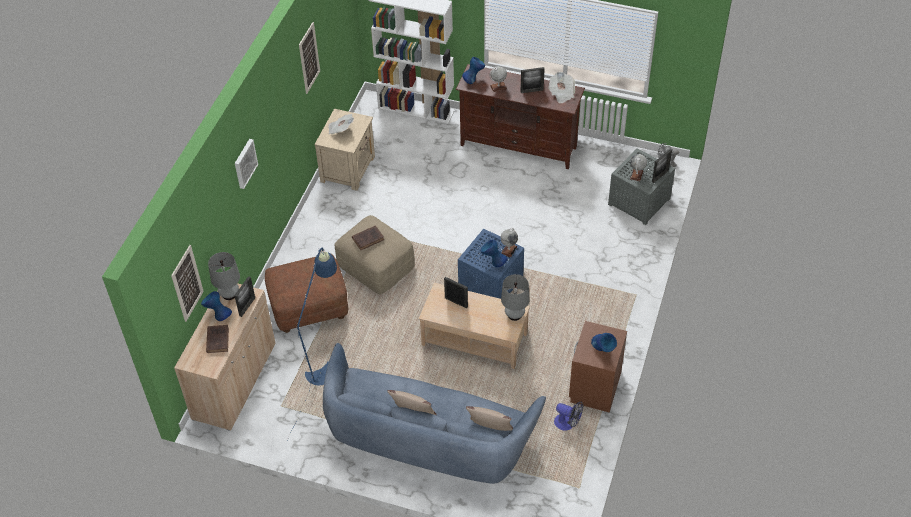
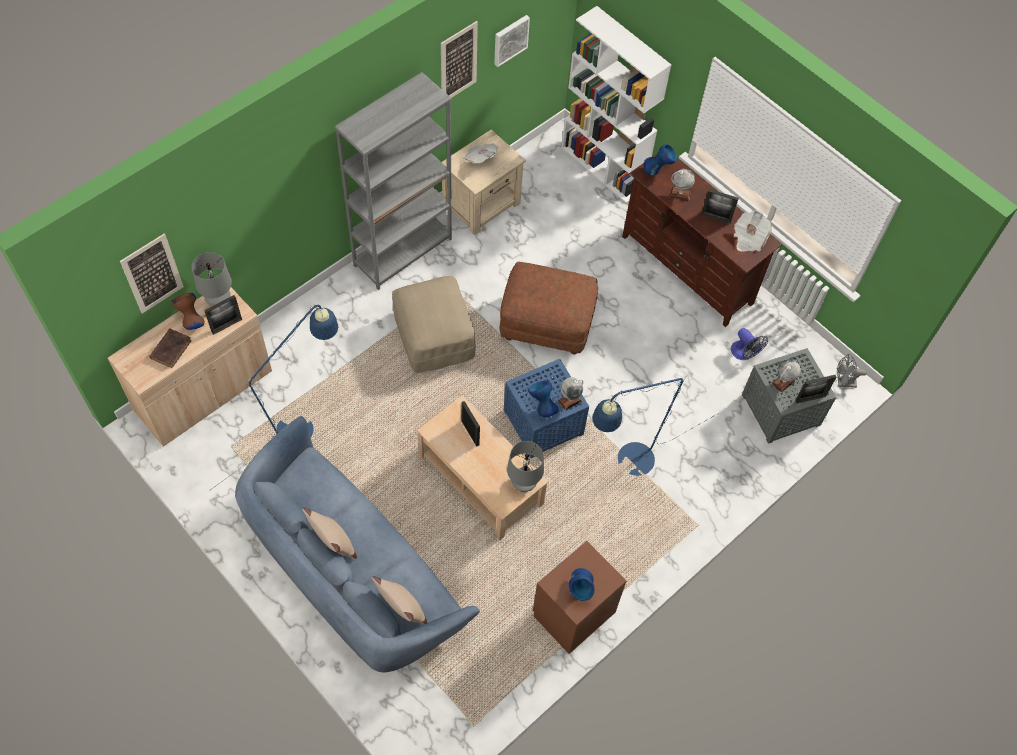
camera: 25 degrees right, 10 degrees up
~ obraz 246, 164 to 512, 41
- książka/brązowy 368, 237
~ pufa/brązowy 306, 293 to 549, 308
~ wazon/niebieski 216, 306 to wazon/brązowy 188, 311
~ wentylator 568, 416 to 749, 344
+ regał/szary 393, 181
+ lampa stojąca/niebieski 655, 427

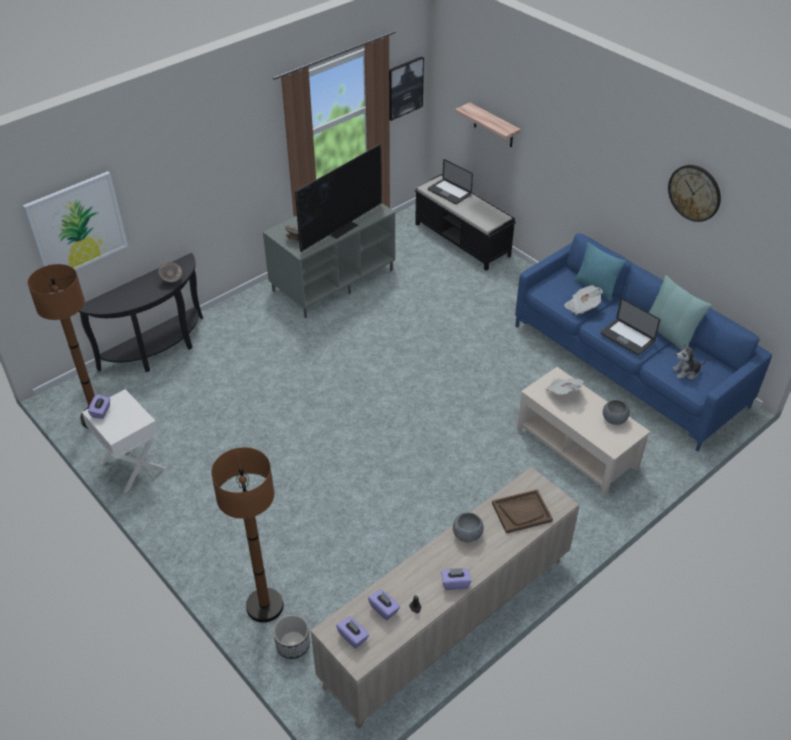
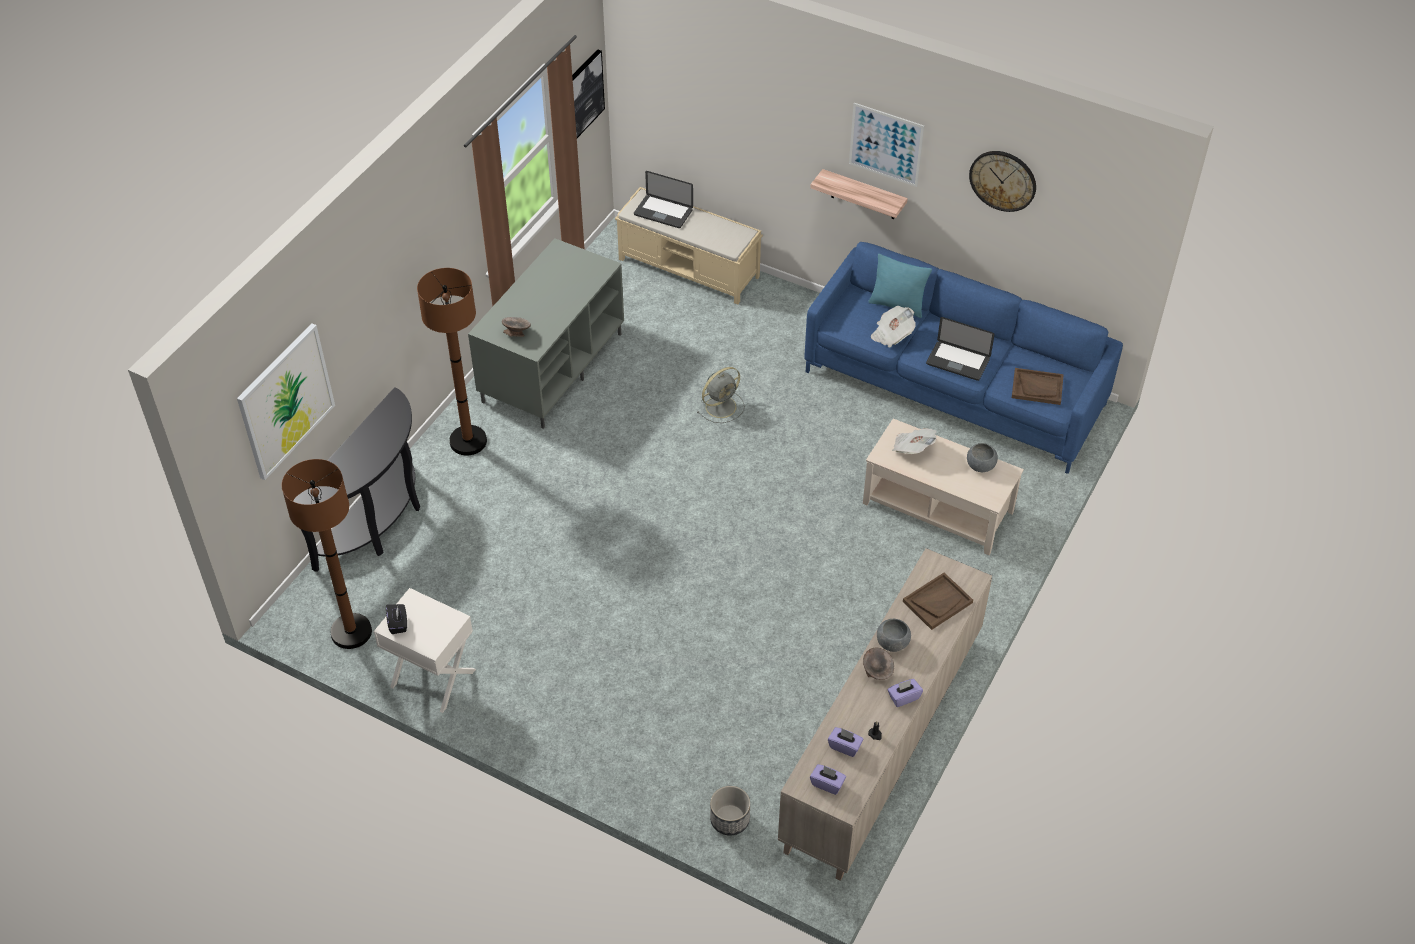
camera: 20 degrees left, 5 degrees up
~ półka 487, 125 to 859, 194
- telewizor 338, 198
~ ławka/czarny 465, 222 to ławka/beżowy 689, 246
~ miska/szary 170, 272 to 878, 663
- poduszka 680, 313
~ pluszak 689, 361 to taca/brązowy 1038, 386
~ pudełko chusteczek/fioletowy 99, 406 to pudełko chusteczek/czarny 396, 619
~ lampa stojąca/brązowy 247, 535 to 452, 361
+ obraz 886, 145
+ wentylator/szary 720, 395

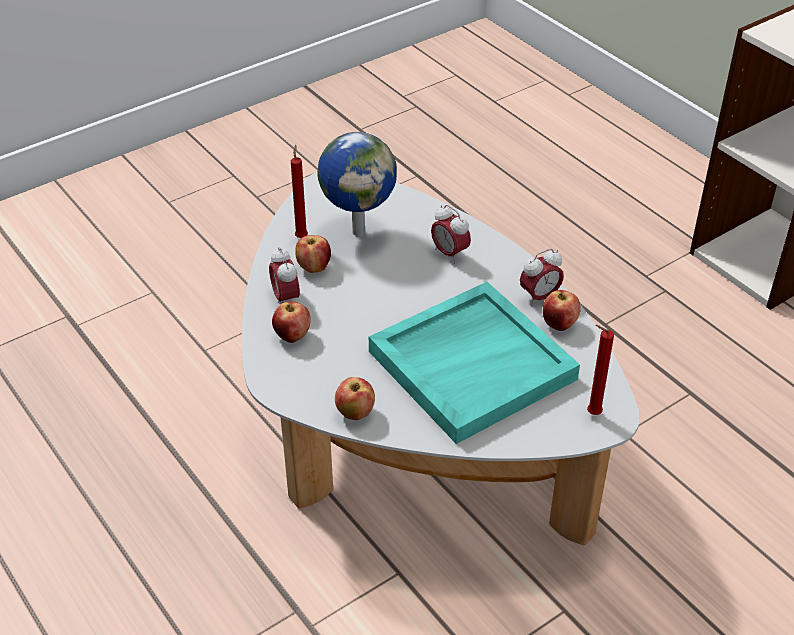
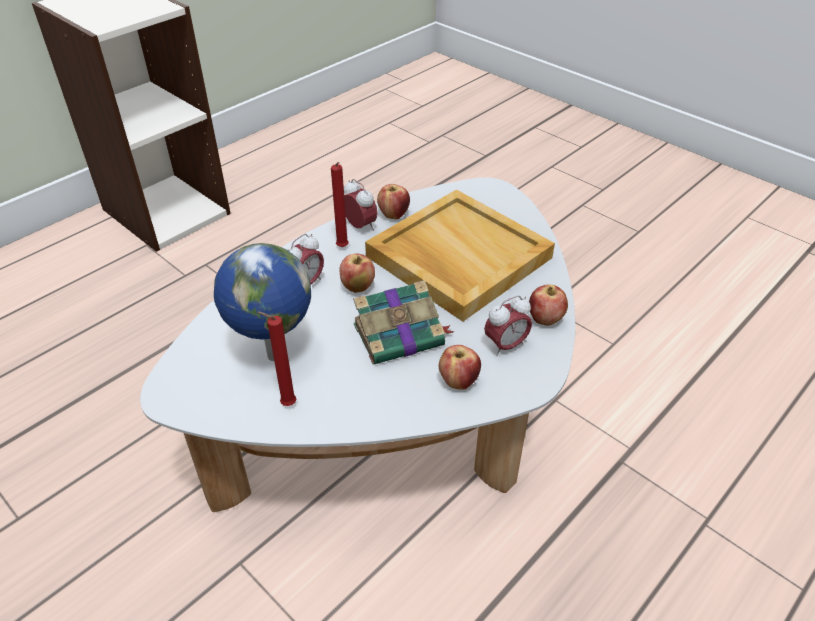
camera: 100 degrees left, 0 degrees up
~ jabłko 313, 254 to 357, 273
~ budzik 284, 275 to 508, 325
~ taca/turkusowy 474, 363 to taca/beżowy 460, 255
~ świeca/czerwony 600, 370 to 340, 204
+ książka 403, 322

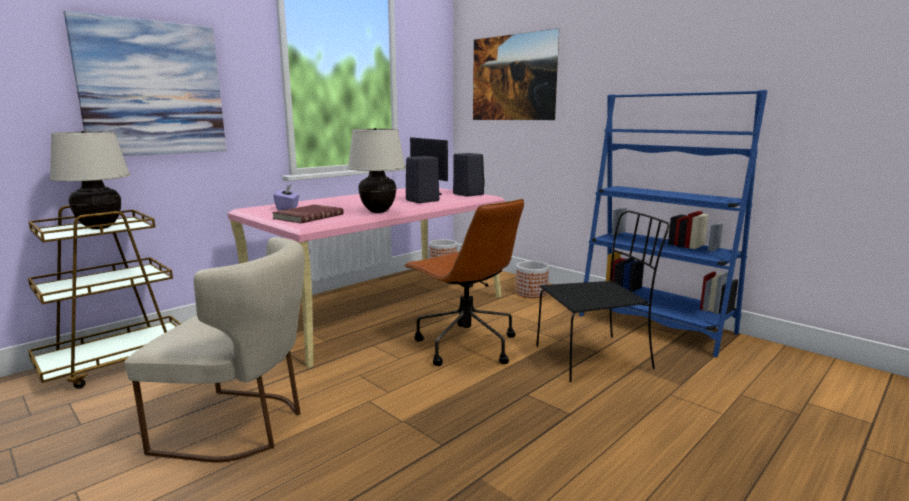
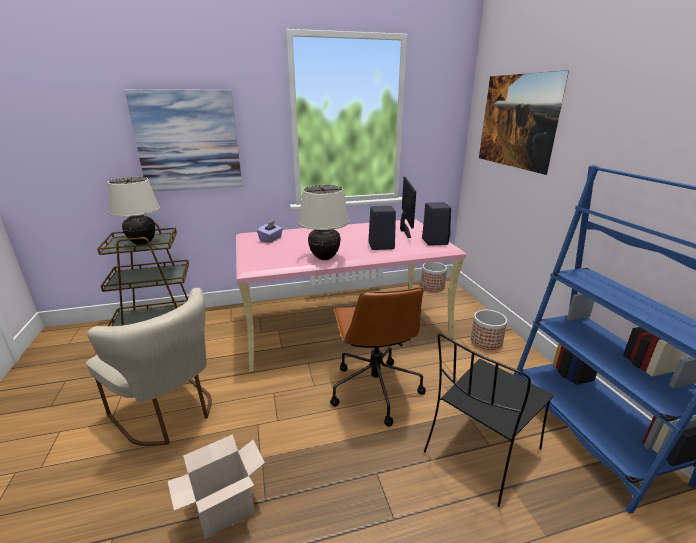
camera: 30 degrees right, 10 degrees up
- książka/czerwony 308, 214
~ krzesło/czarny 602, 296 = 489, 420 120 degrees clockwise
+ karton 216, 486

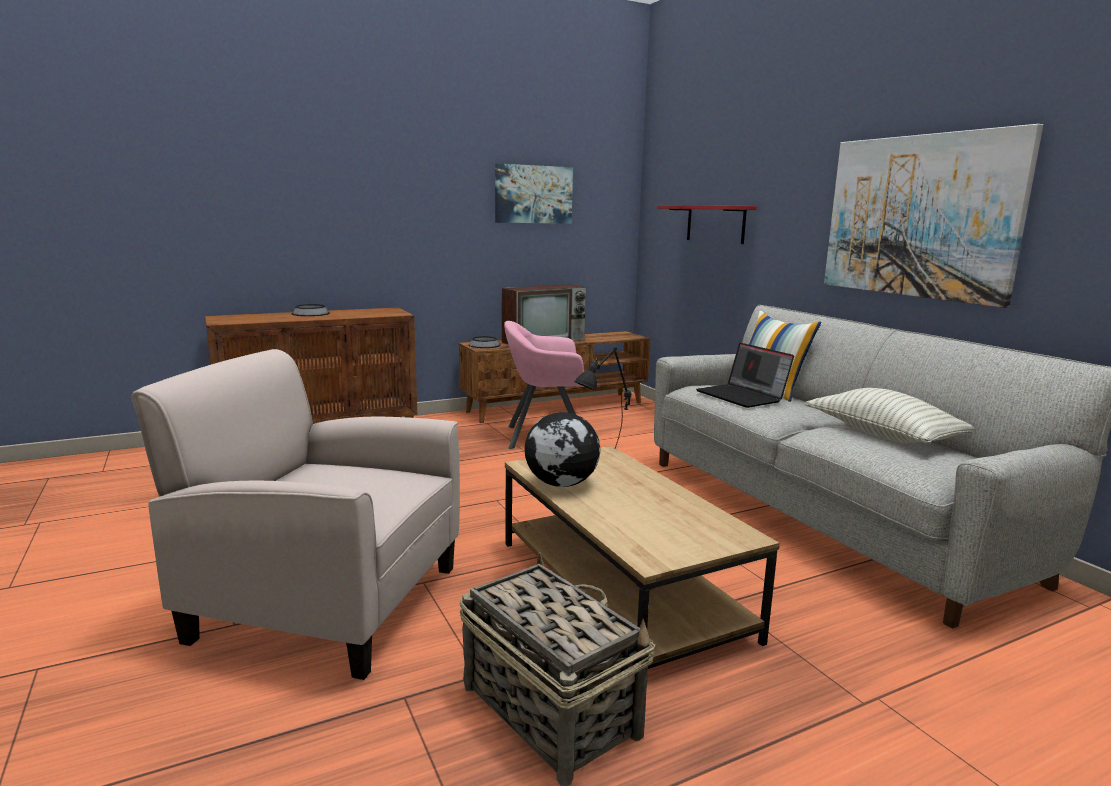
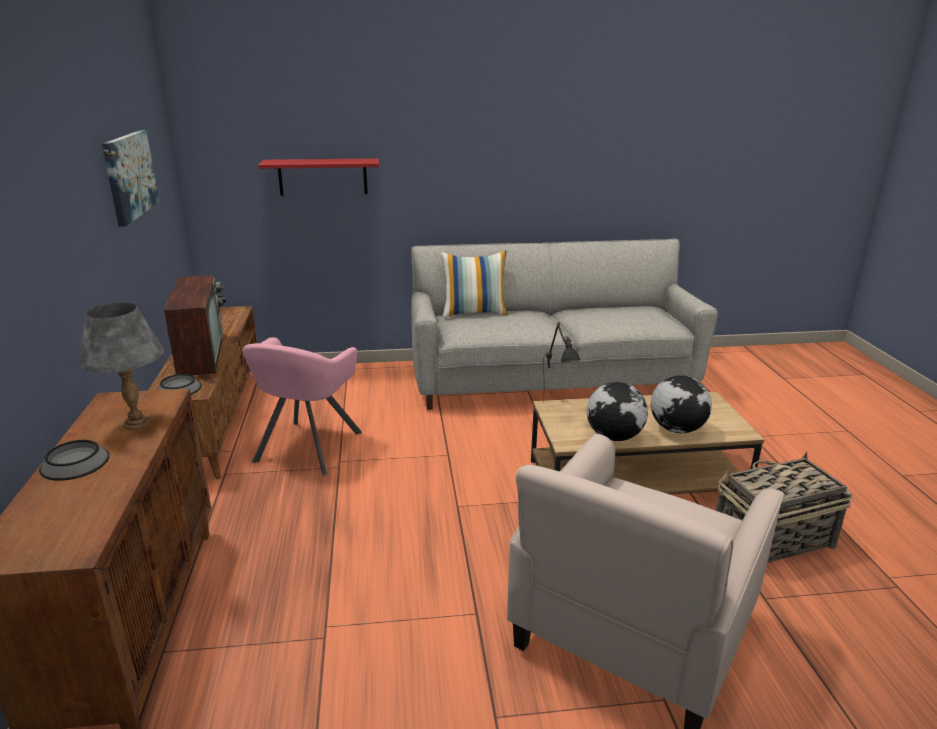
camera: 70 degrees left, 10 degrees up
- obraz 933, 216
- laptop 745, 375
- poduszka 889, 416
+ lampa stołowa/szary 121, 366
+ globus 681, 404

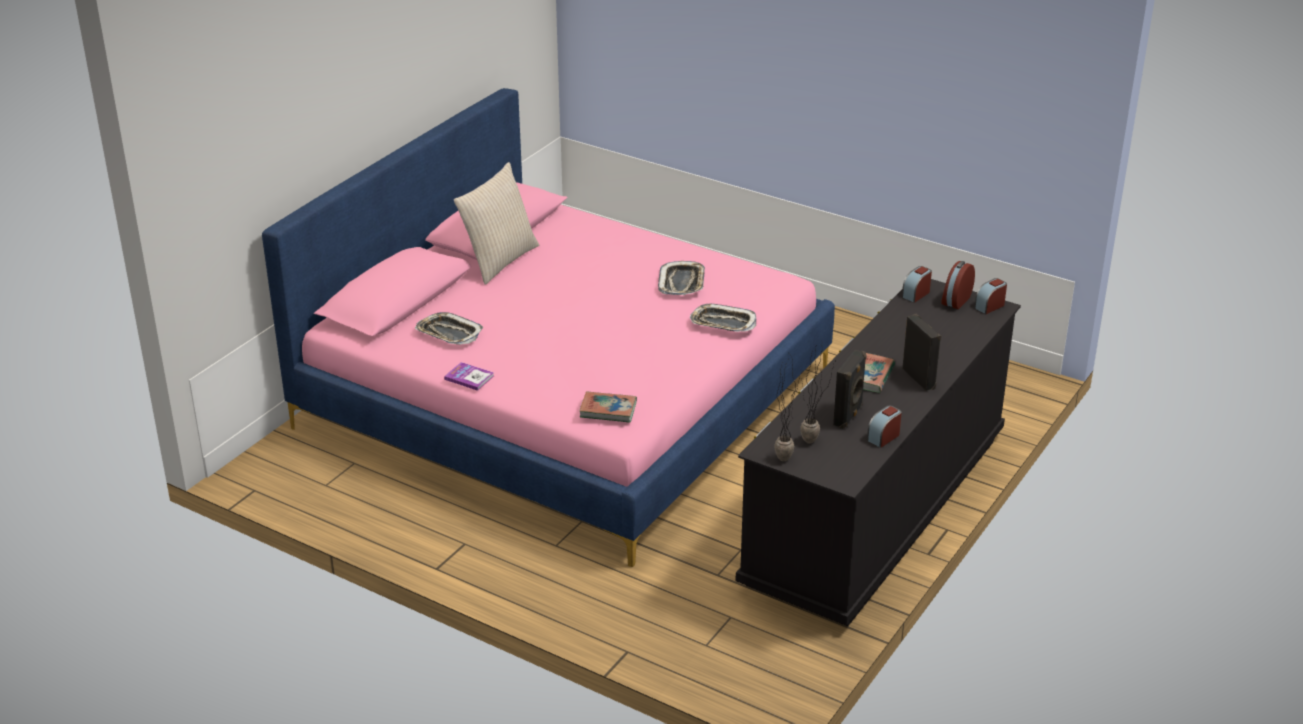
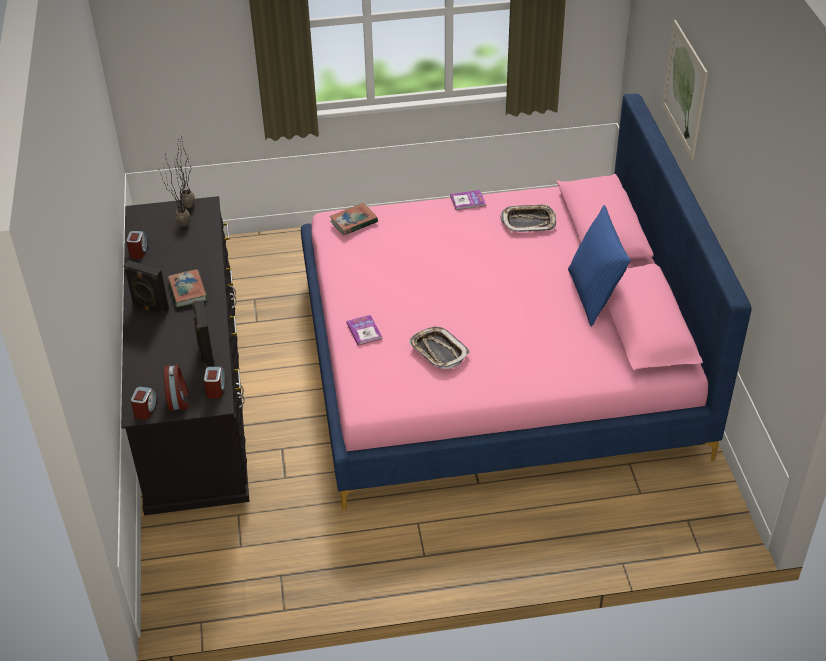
camera: 140 degrees right, 10 degrees up
~ poduszka/beżowy 496, 223 to poduszka/niebieski 599, 266
~ taca 723, 318 to książka 364, 330
~ głośnik/czarny 850, 389 to 203, 334
+ obraz 685, 90

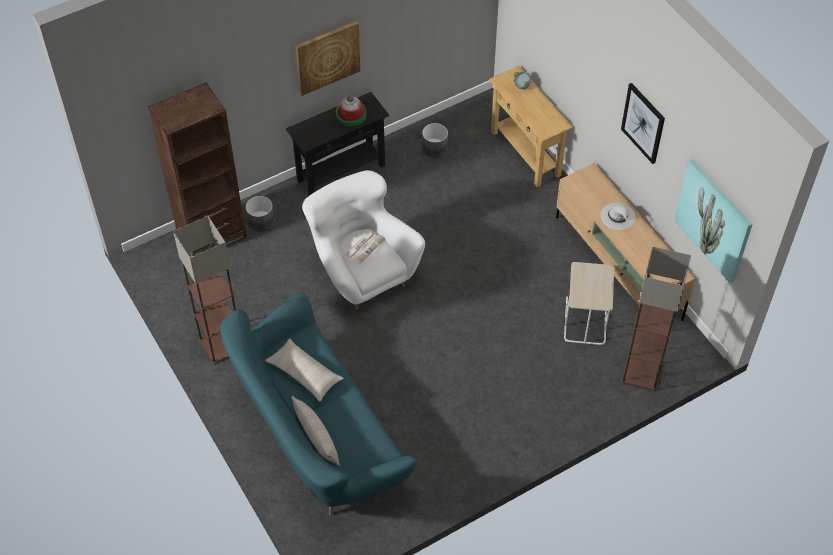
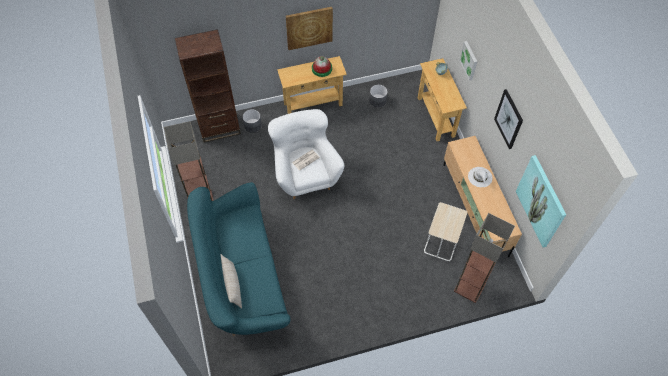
camera: 15 degrees right, 5 degrees up
~ stolik konsolowy/czarny 337, 144 to stolik konsolowy/beżowy 312, 85
- poduszka/beżowy 304, 370
+ obraz 468, 61

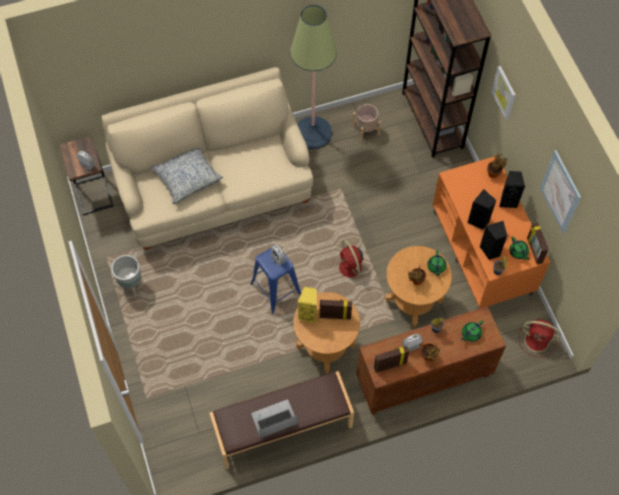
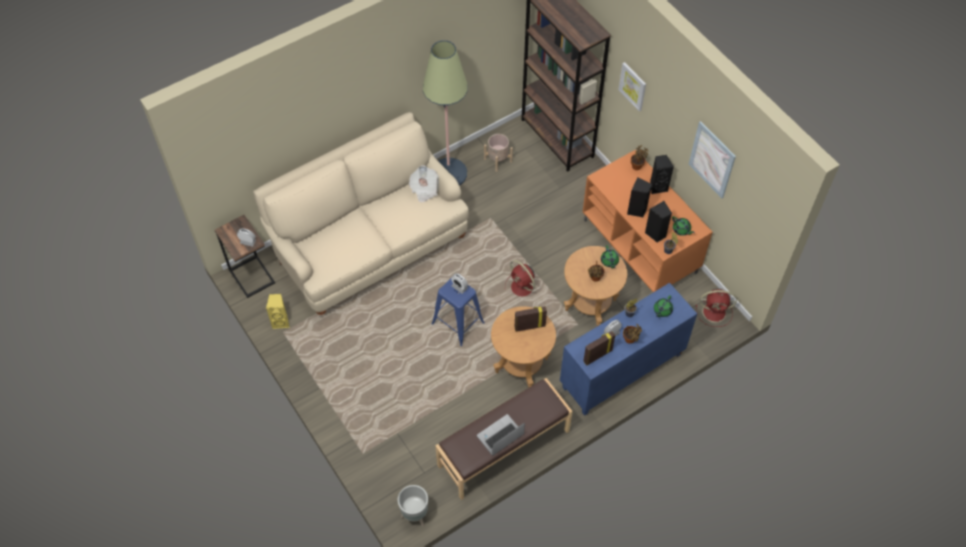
camera: 15 degrees left, 5 degrees down
- poduszka 186, 176
- ramka na zdjęcie 538, 243
~ donica/szary 126, 275 to 413, 506
~ głośnik/żółty 307, 304 to 277, 311
~ szafka/brązowy 431, 360 to szafka/niebieski 628, 349
+ gazeta 424, 184

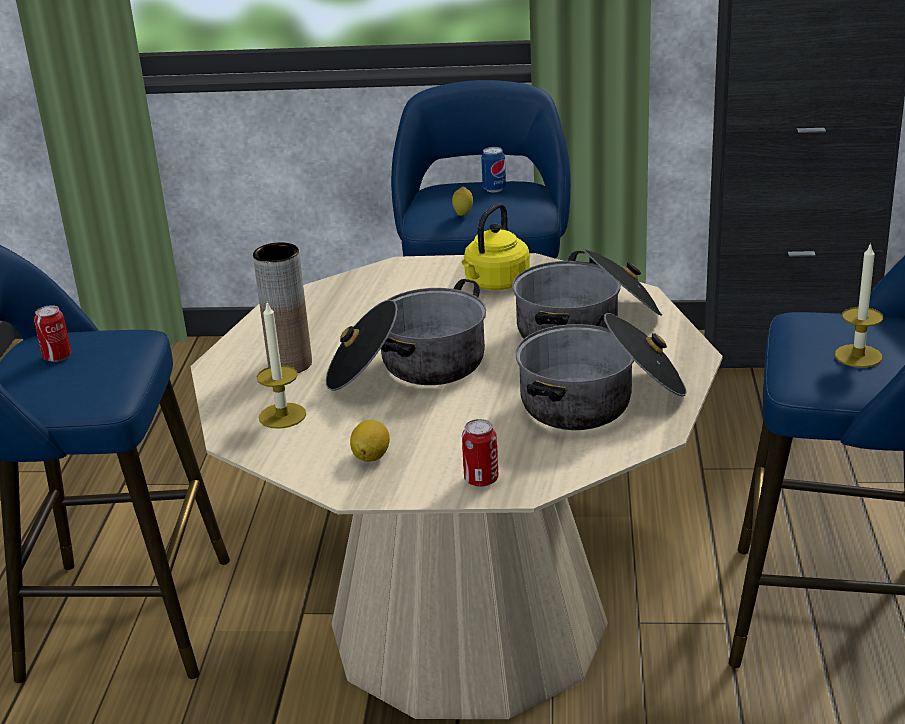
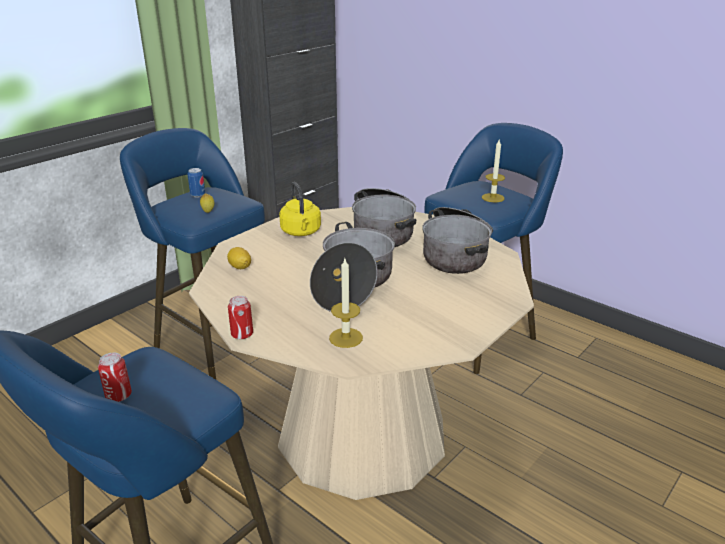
camera: 55 degrees left, 0 degrees up
- wazon/brązowy 282, 307
~ puszka 480, 453 to 240, 317
~ cytryna 370, 441 to 239, 258

